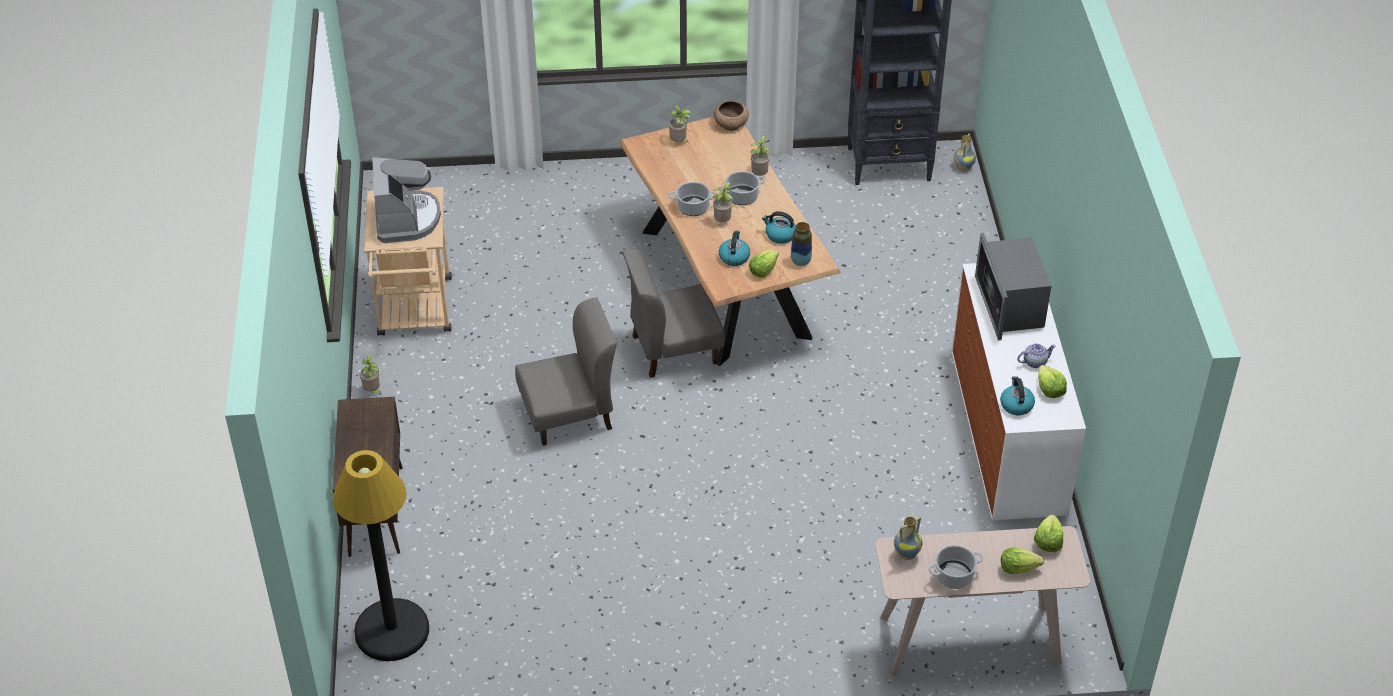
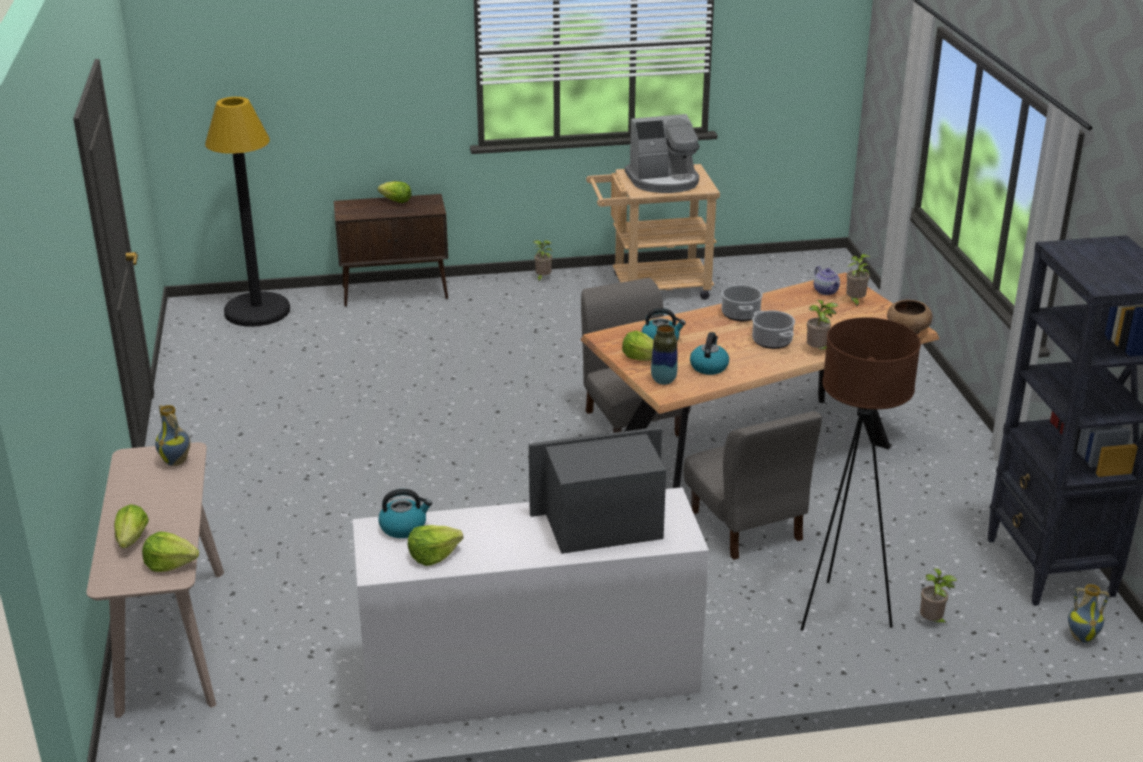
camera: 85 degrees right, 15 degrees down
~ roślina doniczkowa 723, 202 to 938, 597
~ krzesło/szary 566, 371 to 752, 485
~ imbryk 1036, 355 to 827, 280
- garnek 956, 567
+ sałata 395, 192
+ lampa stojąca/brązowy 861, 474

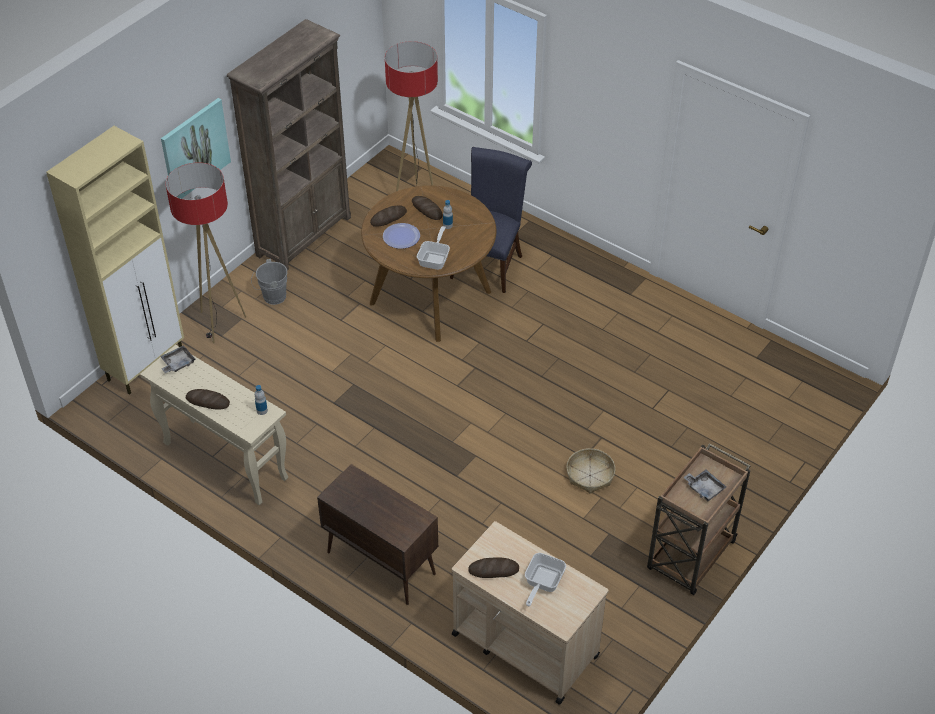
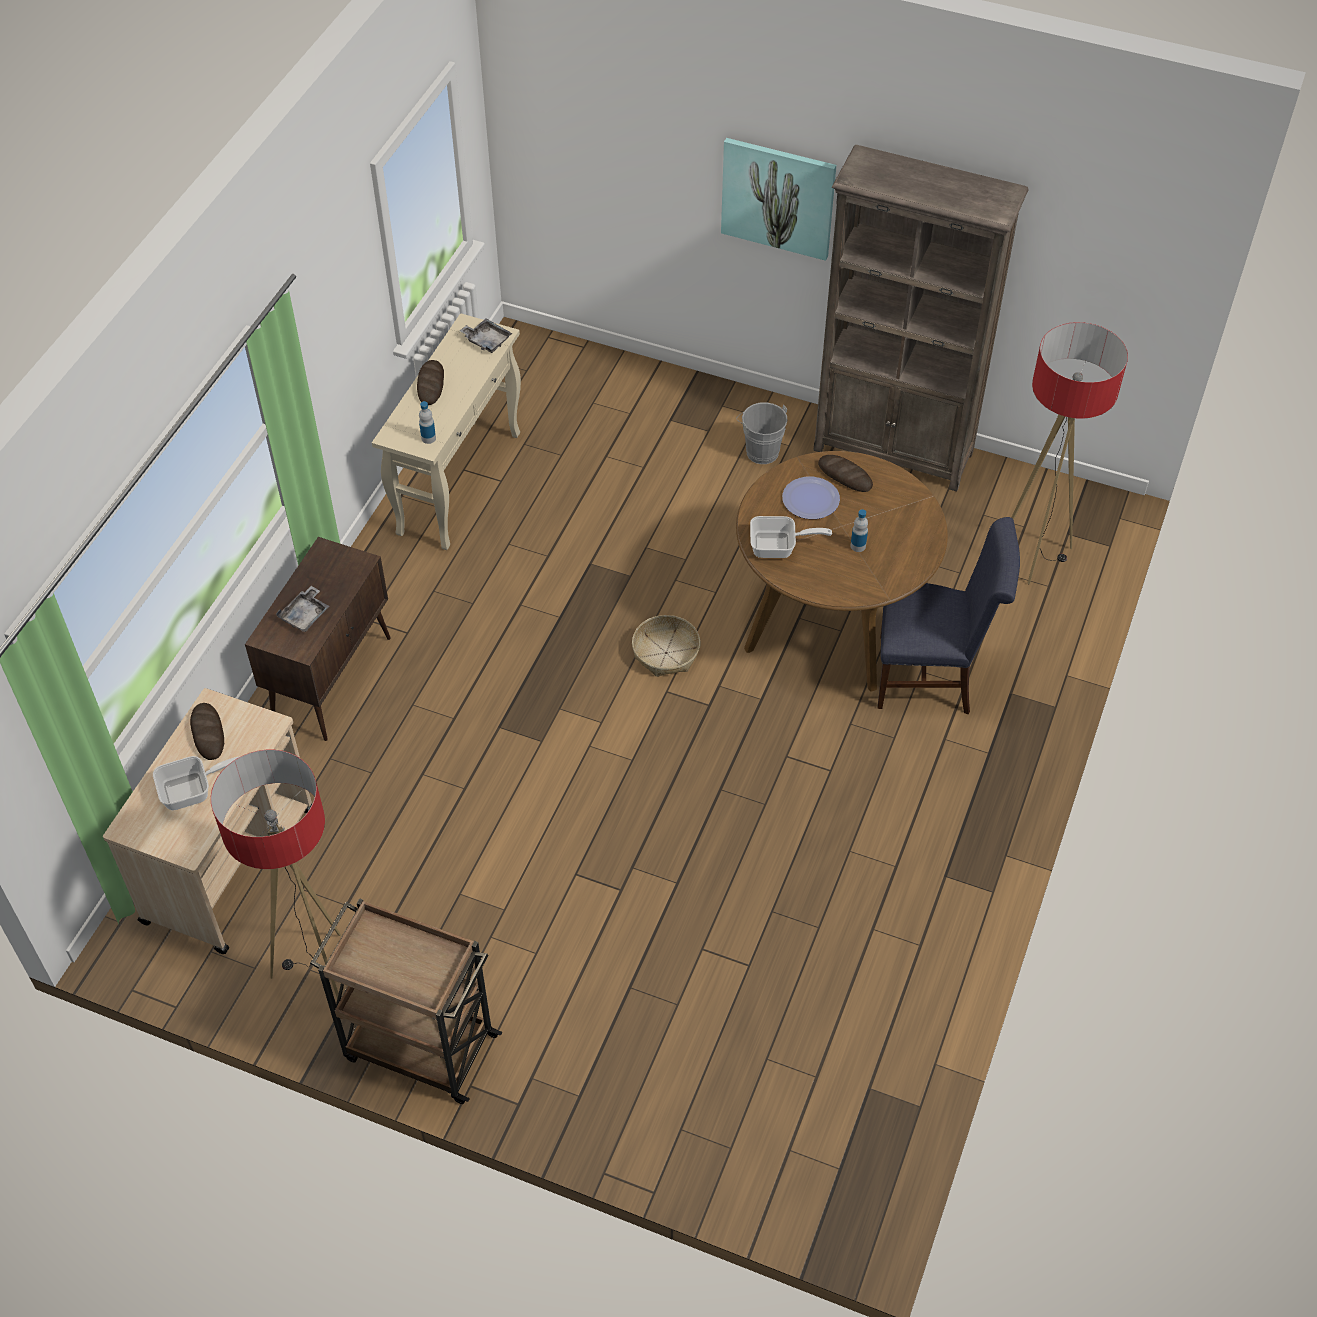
camera: 75 degrees right, 5 degrees up
- szafka/beżowy 115, 260
~ lampa stojąca 205, 252 to 276, 874
- chleb 427, 208
~ koszyk 591, 471 to 666, 646
~ taca/szary 704, 485 to 303, 609
~ patelnia 545, 579 = 196, 783 150 degrees clockwise

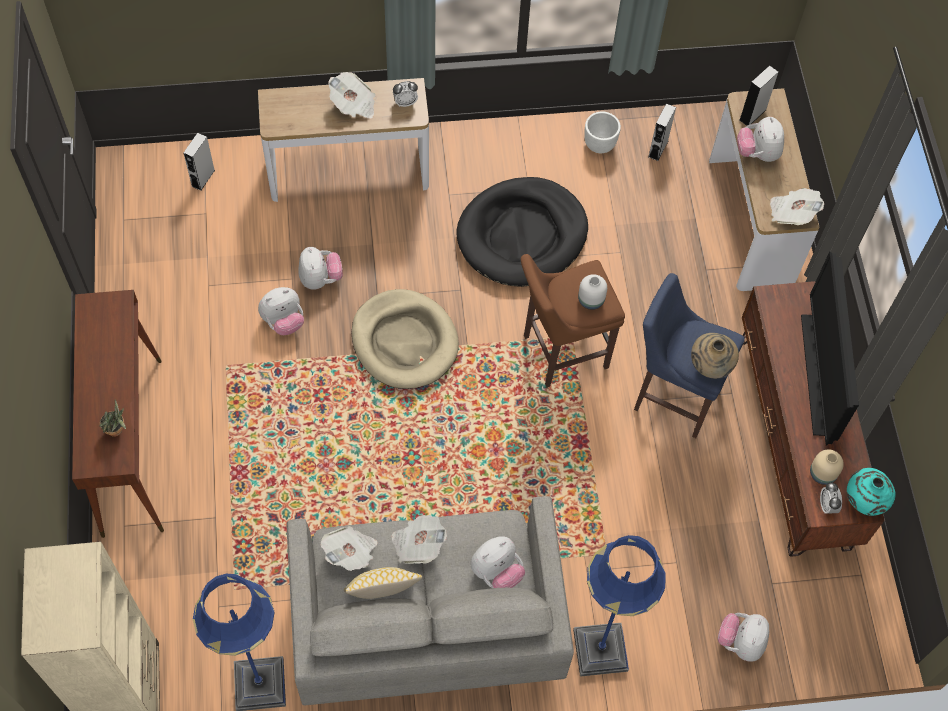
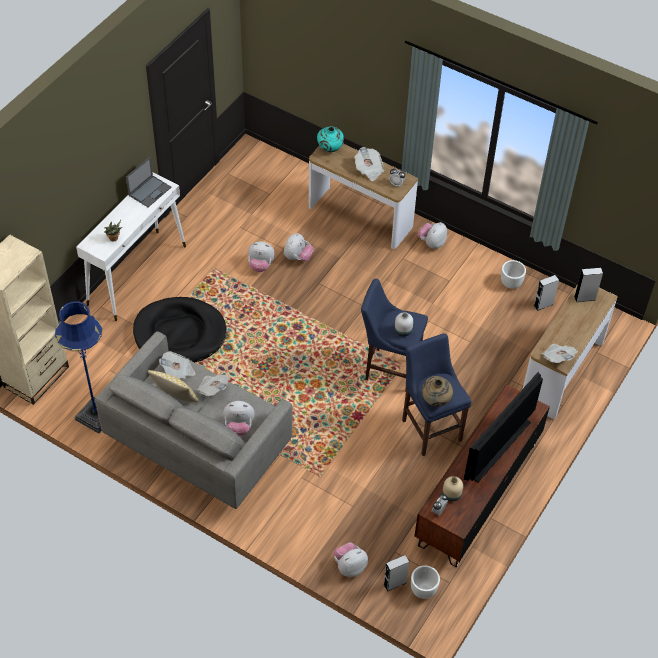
camera: 40 degrees right, 10 degrees down
~ pluszak 760, 139 to 432, 235
~ głośnik/szary 199, 162 to 396, 573
~ legowisko/czarny 522, 232 to 180, 329
~ stołek/brązowy 573, 320 to stołek/niebieski 394, 335
- legowisko/beżowy 405, 339
~ stolik konsolowy/brązowy 118, 414 to stolik konsolowy/biały 131, 246
~ wazon/turkusowy 871, 492 to 330, 139
- lampa stojąca/niebieski 619, 606
+ laptop 149, 182
+ donica/biały 425, 582

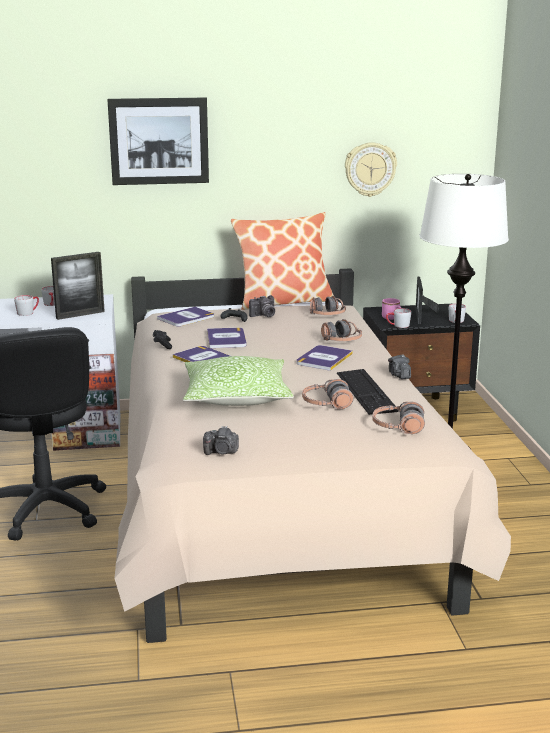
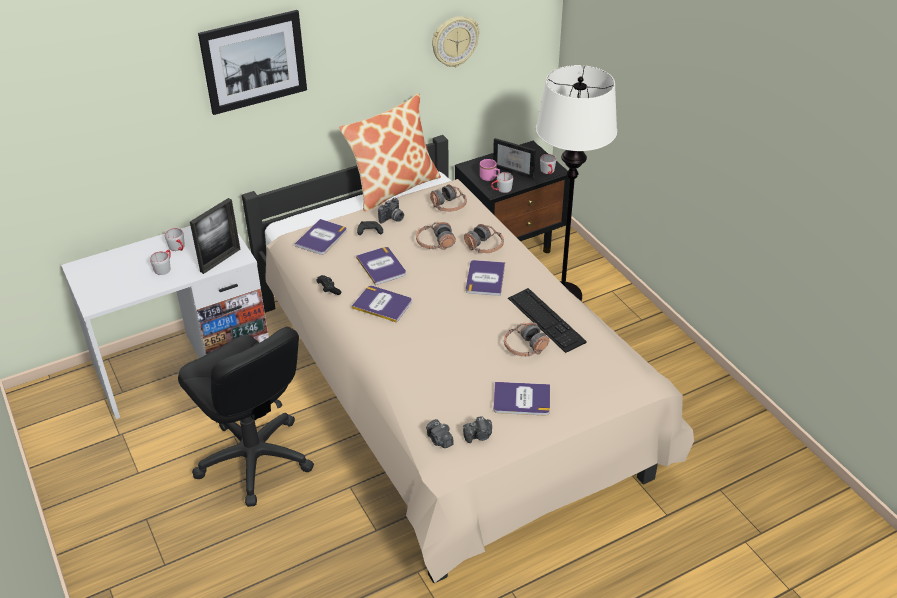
camera: 20 degrees left, 20 degrees up
~ ramka na zdjęcie 427, 300 = 514, 158 45 degrees counterclockwise
~ aparat fotograficzny 399, 366 to 440, 433
- poduszka 238, 381
~ słuchawki 399, 418 to 436, 236
+ książka 521, 399

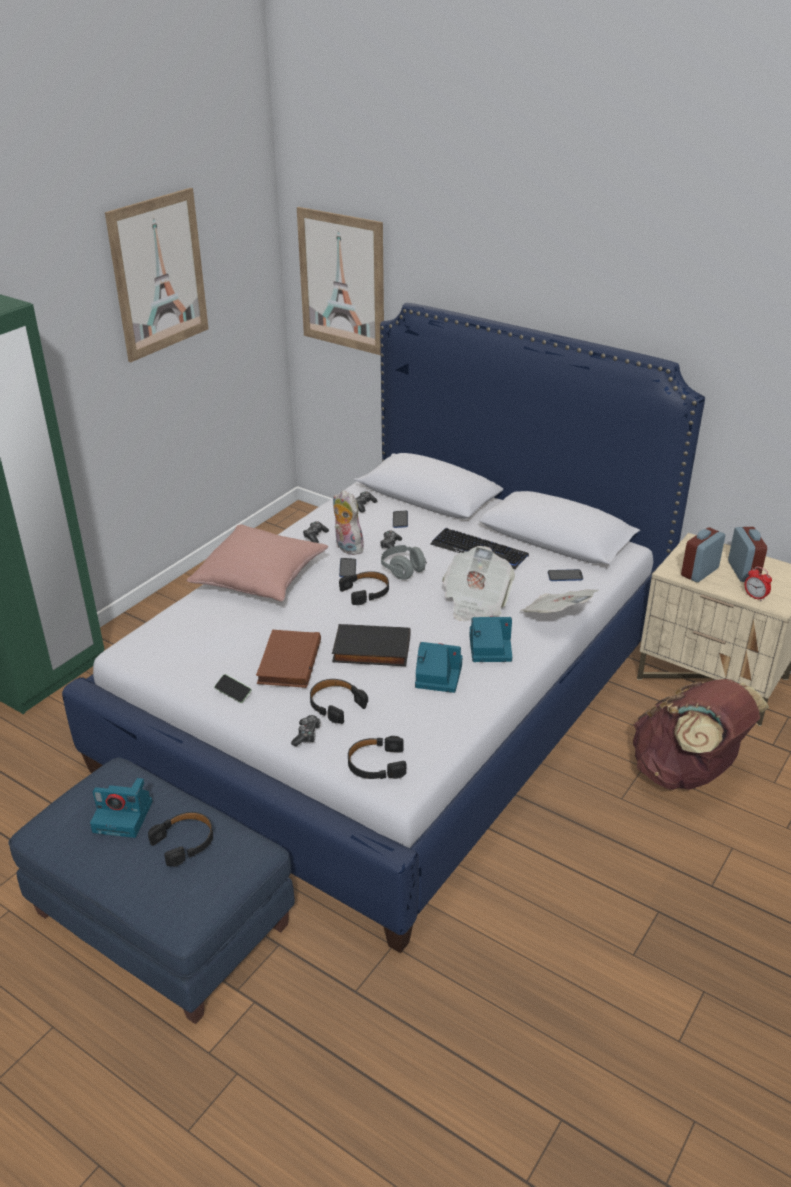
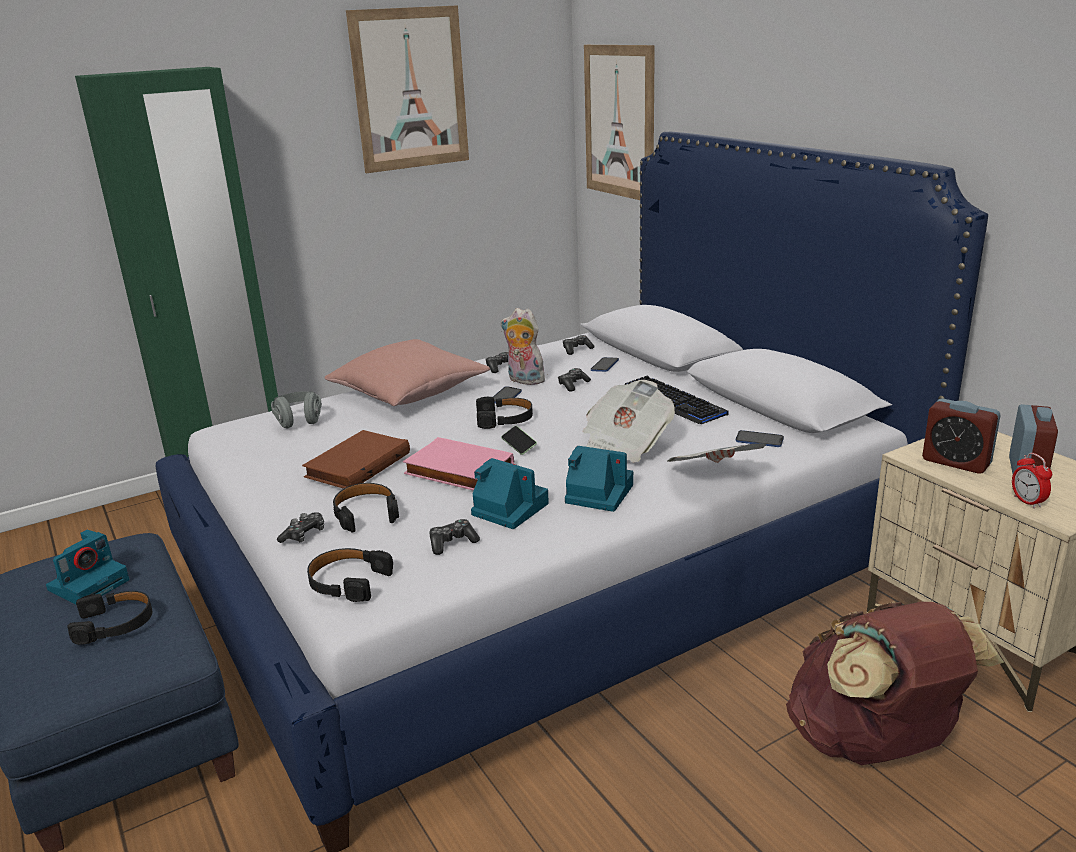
camera: 25 degrees right, 10 degrees down
~ pluszak 348, 522 = 523, 346 45 degrees counterclockwise
~ budzik 703, 555 = 961, 436 120 degrees counterclockwise
~ słuchawki/szary 404, 562 to 296, 409
~ książka/czarny 371, 645 to książka/różowy 458, 464
~ telefon 232, 688 to 519, 440
~ aparat fotograficzny 121, 808 = 87, 567 90 degrees counterclockwise
+ pad do gier 454, 537

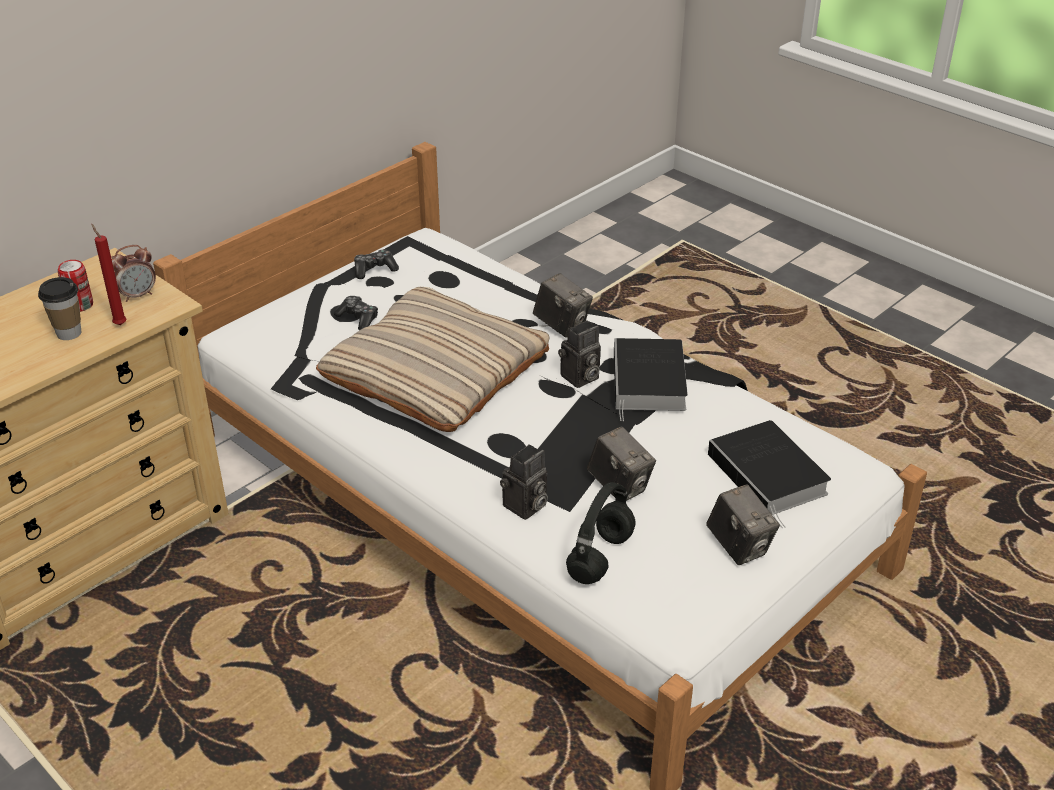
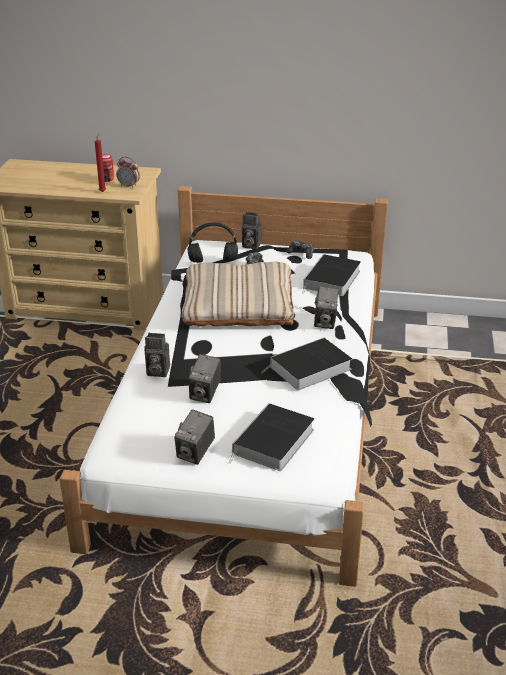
camera: 55 degrees right, 5 degrees down
- filiżanka 59, 308
~ aparat fotograficzny 579, 354 to 252, 230
~ słuchawki/czarny 600, 533 to 213, 242
+ książka 331, 275

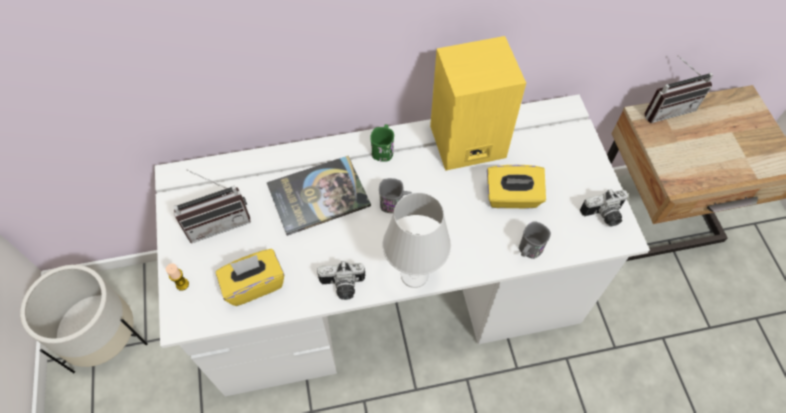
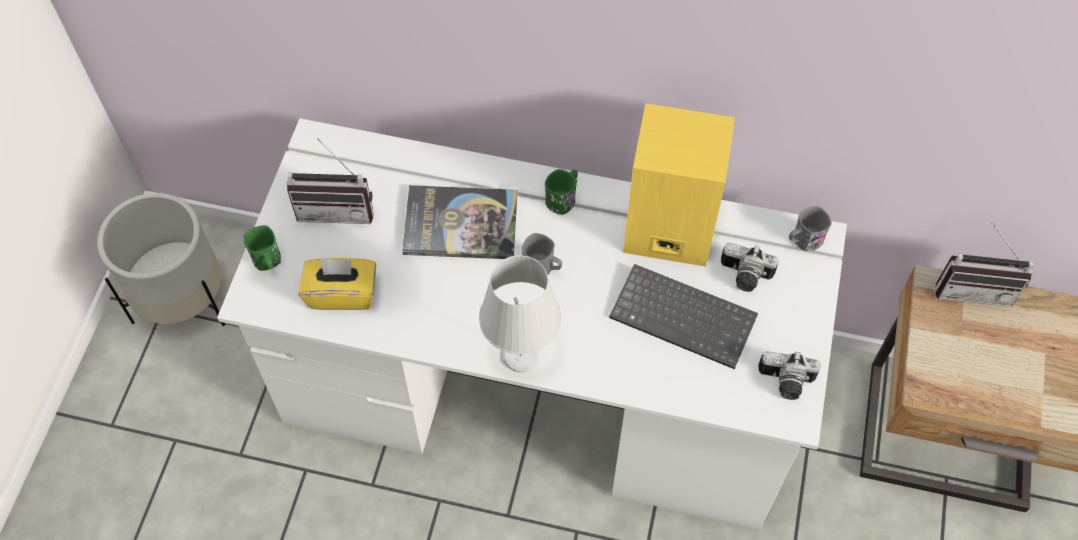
camera: 25 degrees right, 0 degrees up
~ pudełko chusteczek/żółty 516, 186 to klawiatura 683, 316
~ kubek/szary 535, 240 to 810, 229
~ aparat fotograficzny 341, 280 to 749, 267
~ świeca 177, 277 to kubek/zielony 262, 248

